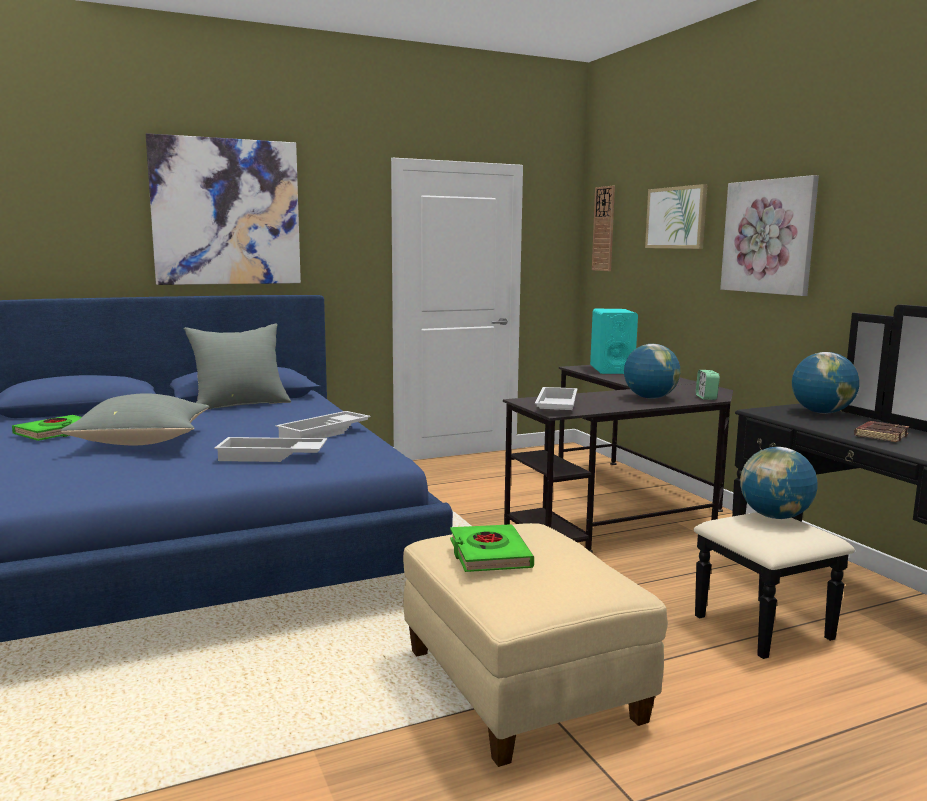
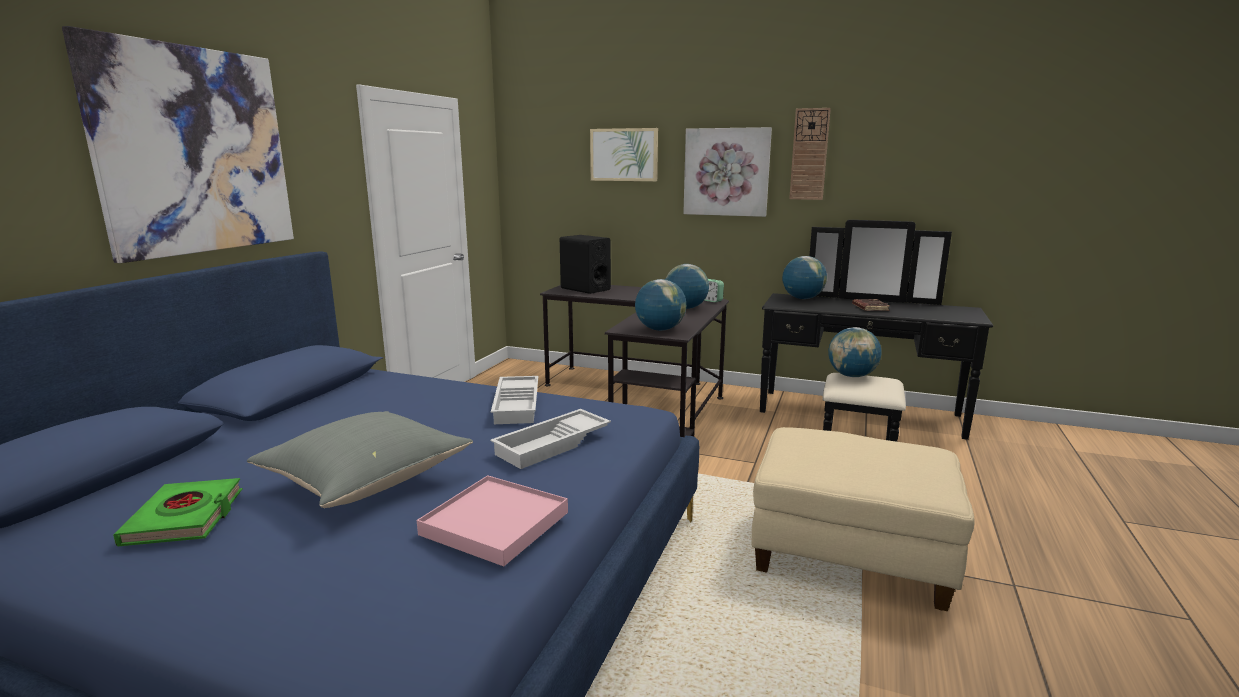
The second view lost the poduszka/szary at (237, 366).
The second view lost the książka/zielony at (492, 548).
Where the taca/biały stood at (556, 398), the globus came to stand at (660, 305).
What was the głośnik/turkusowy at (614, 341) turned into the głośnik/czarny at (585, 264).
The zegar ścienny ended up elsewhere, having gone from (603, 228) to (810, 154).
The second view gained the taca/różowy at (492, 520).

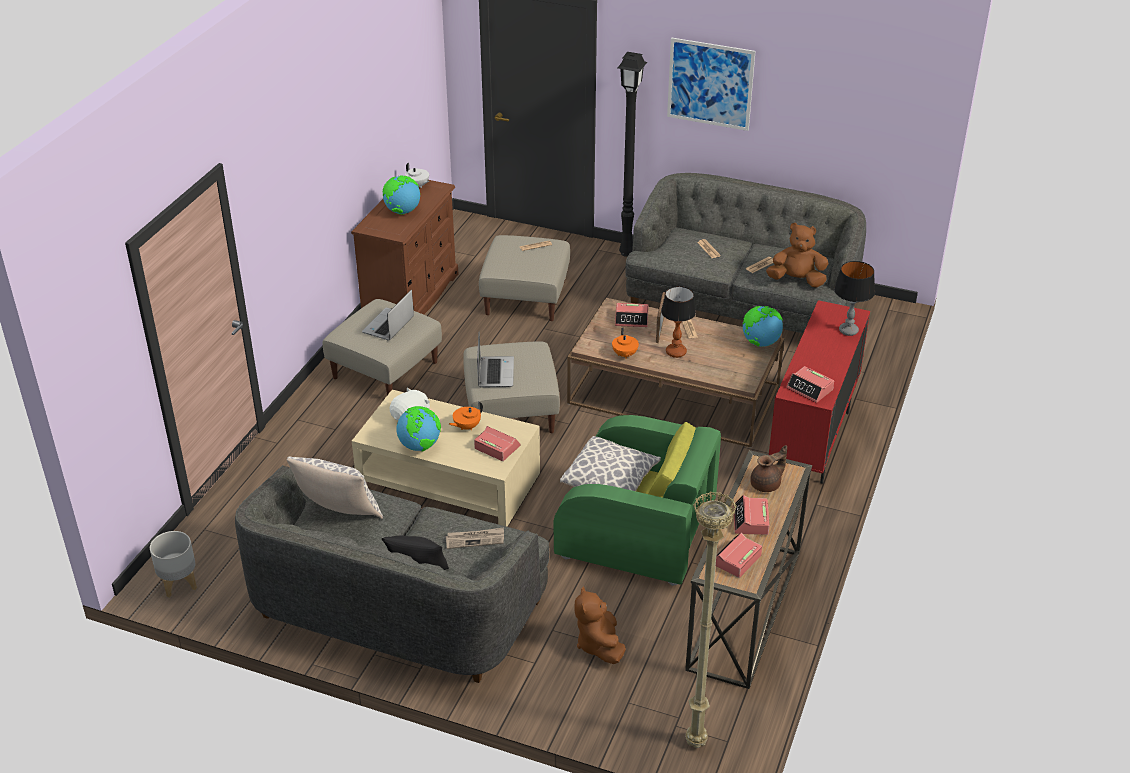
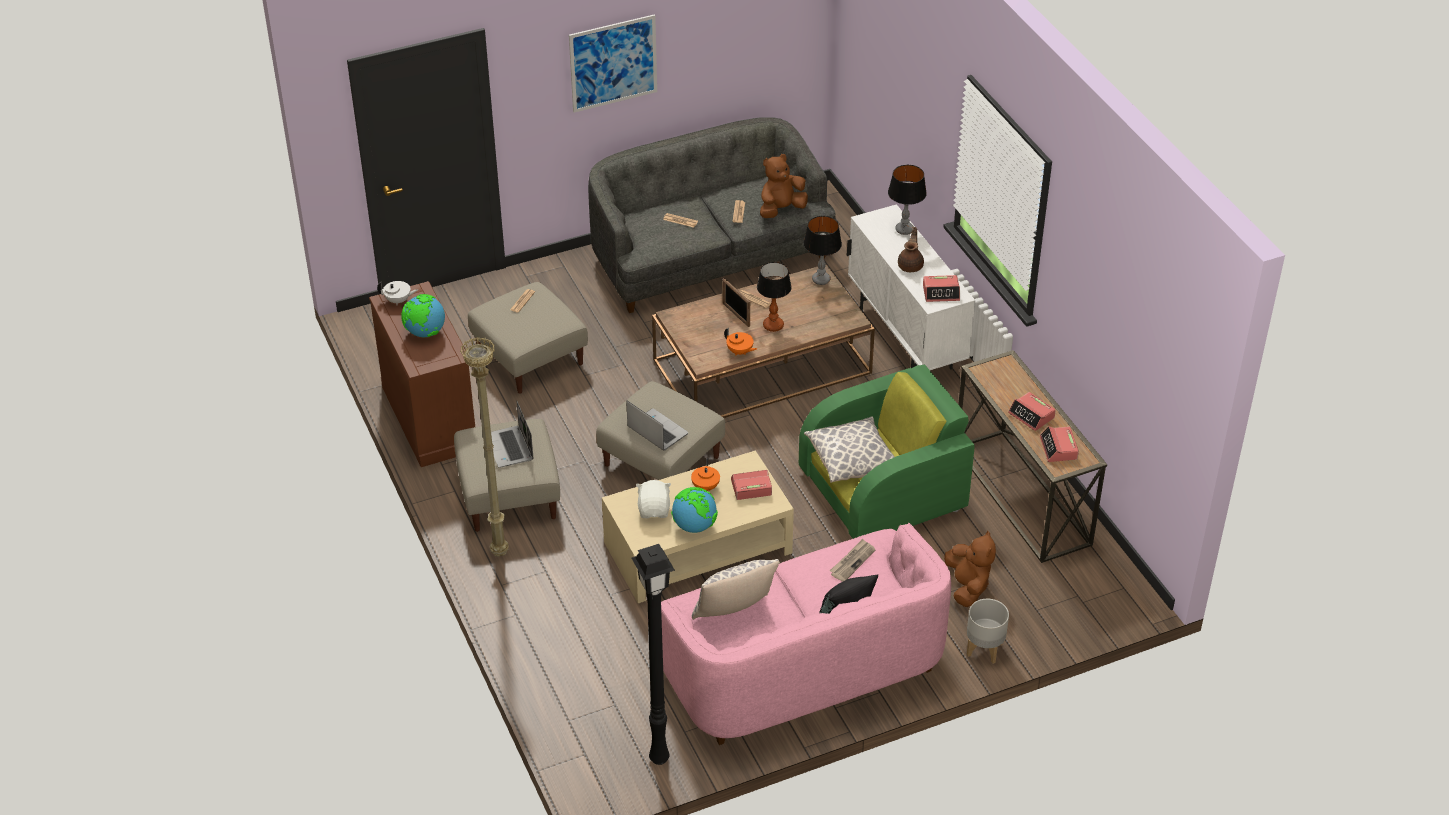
The donica/szary ended up elsewhere, having gone from (173, 564) to (987, 631).
What was the kanapa/szary at (392, 574) turned into the kanapa/różowy at (806, 634).
The pluszak/brązowy at (600, 625) ended up facing another way, 135 degrees counterclockwise from before.
The second view lost the budzik at (632, 315).
The lampa stojąca/czarny ended up elsewhere, having gone from (632, 154) to (653, 654).
The lampa stojąca/beżowy ended up elsewhere, having gone from (711, 619) to (484, 447).
Where the globus stood at (763, 326), the lampa stołowa came to stand at (822, 250).
The imbryk/brązowy ended up elsewhere, having gone from (768, 468) to (911, 249).
What was the szafka/czerwony at (819, 392) turned into the szafka/biały at (911, 287).

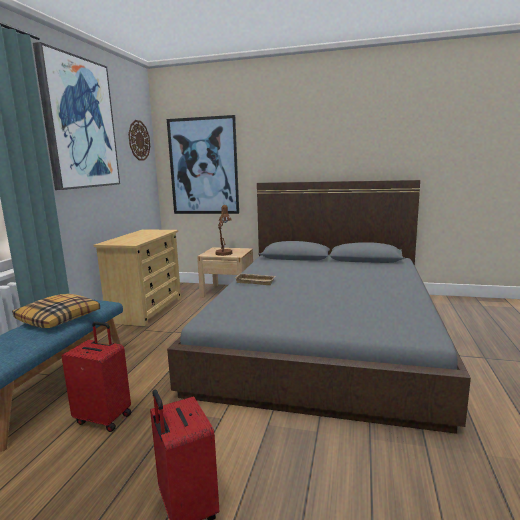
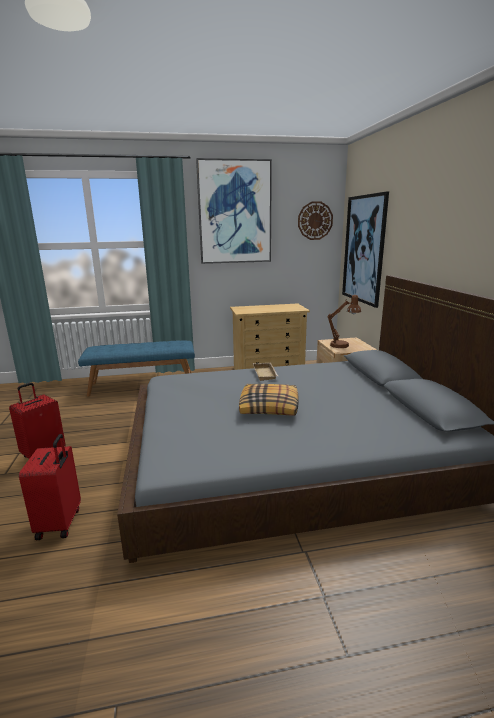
The poduszka ended up elsewhere, having gone from (56, 311) to (269, 400).
The walizka/czerwony ended up elsewhere, having gone from (96, 377) to (50, 487).

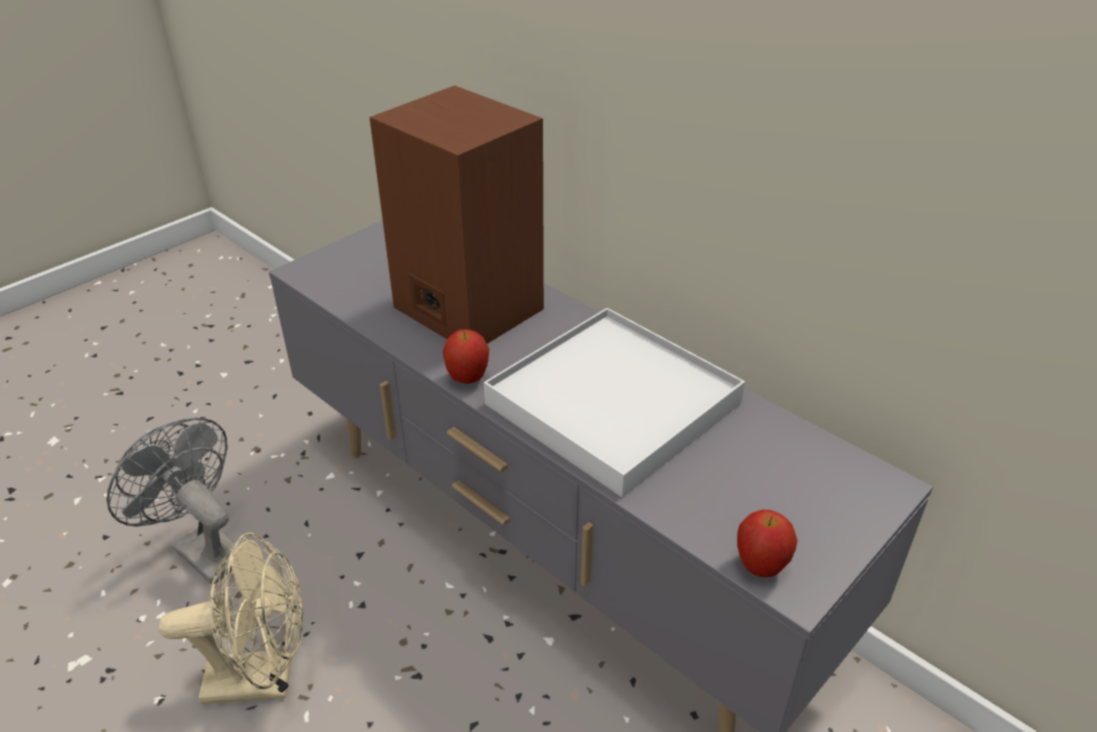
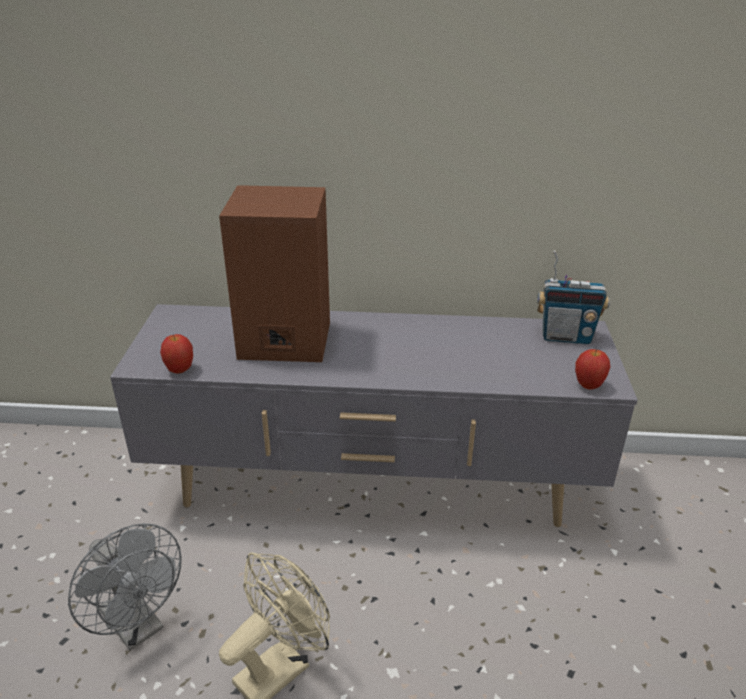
The wentylator/szary at (172, 501) ended up facing another way, 135 degrees counterclockwise from before.
The jabłko ended up elsewhere, having gone from (466, 356) to (176, 354).
The second view lost the taca/biały at (614, 402).
The second view gained the radio at (573, 297).

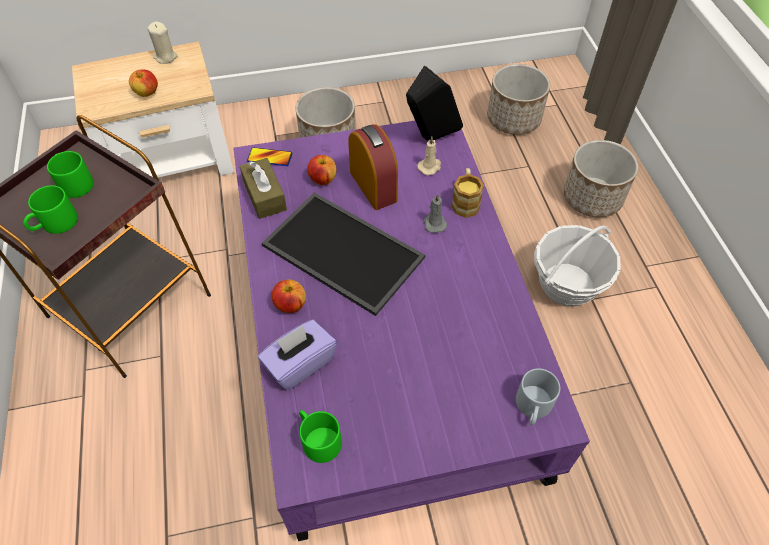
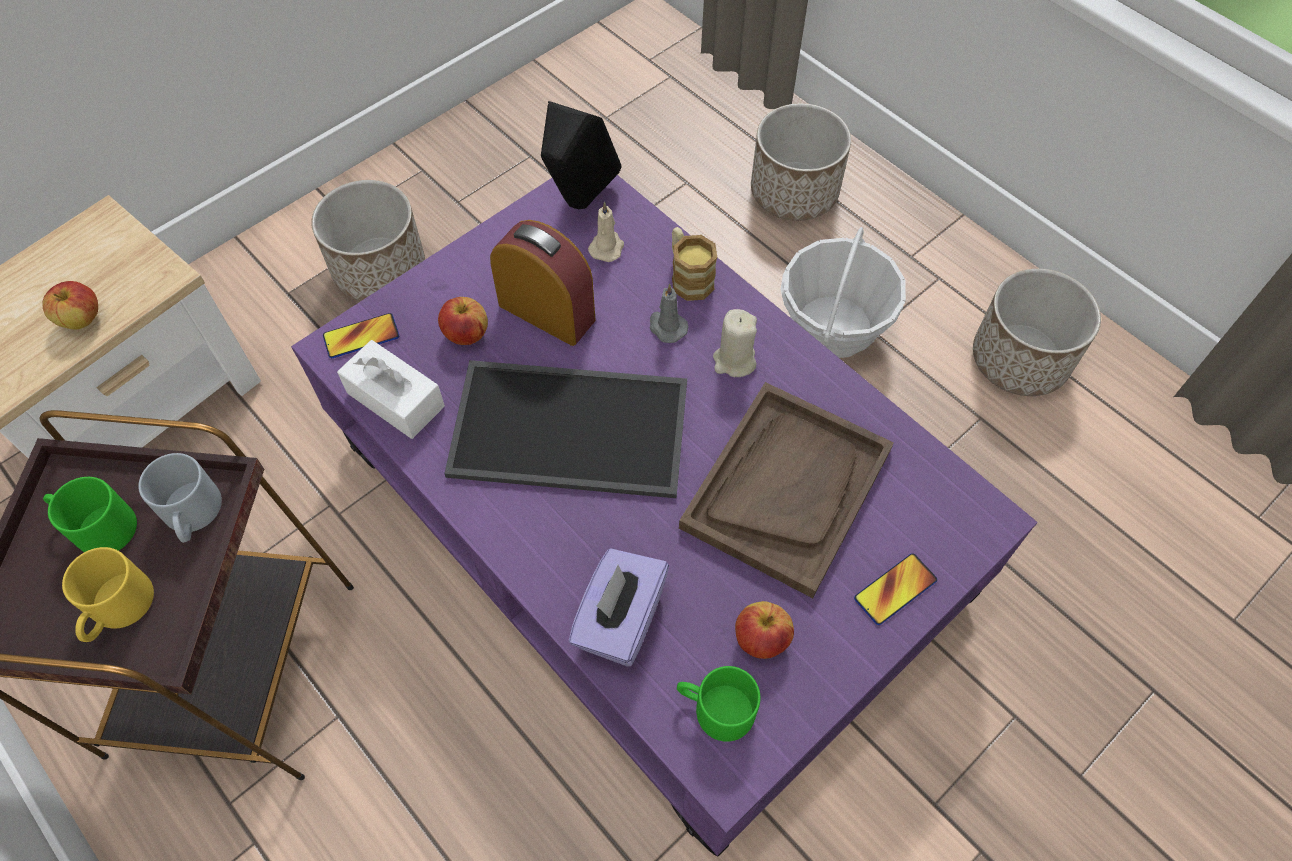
What was the kubek/zielony at (50, 209) turned into the kubek/żółty at (108, 594).
The świeca/beżowy ended up elsewhere, having gone from (162, 43) to (735, 343).
What was the pudełko chusteczek/brązowy at (263, 188) turned into the pudełko chusteczek/biały at (391, 389).
The jabłko ended up elsewhere, having gone from (288, 296) to (764, 630).
The donica ended up elsewhere, having gone from (518, 99) to (1037, 332).
The kubek/szary ended up elsewhere, having gone from (538, 396) to (180, 498).
The second view gained the taca/brązowy at (786, 490).
The second view gained the telefon at (895, 589).

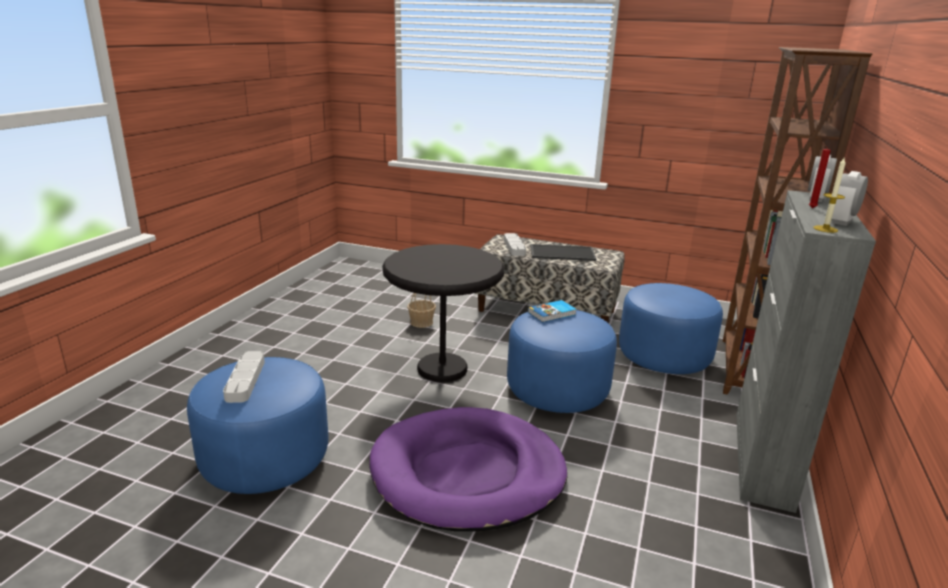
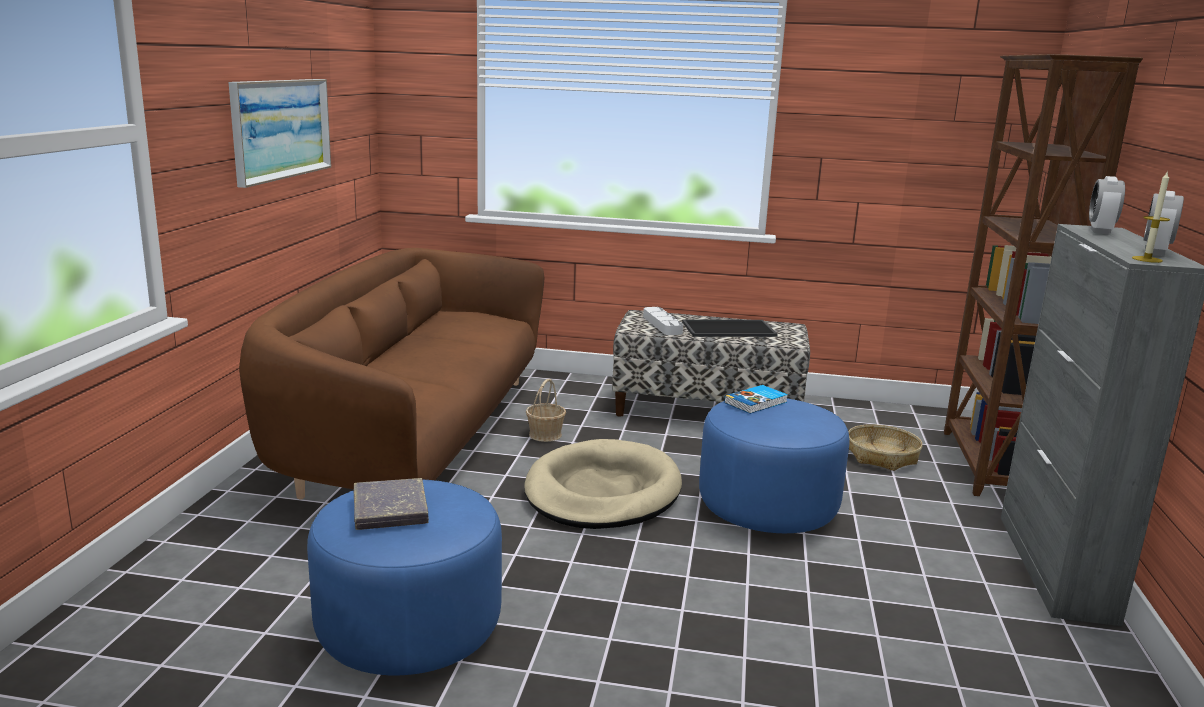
Where the taca/szary stood at (244, 377), the książka/szary came to stand at (391, 504).
The second view lost the legowisko/fioletowy at (468, 469).
Where the stolik/czarny stood at (443, 313), the legowisko/beżowy came to stand at (603, 484).
Where the pufa/niebieski stood at (671, 328), the koszyk came to stand at (885, 447).
The second view lost the świeca/czerwony at (820, 175).
The second view gained the obraz at (279, 133).
The second view gained the kanapa/brązowy at (392, 373).

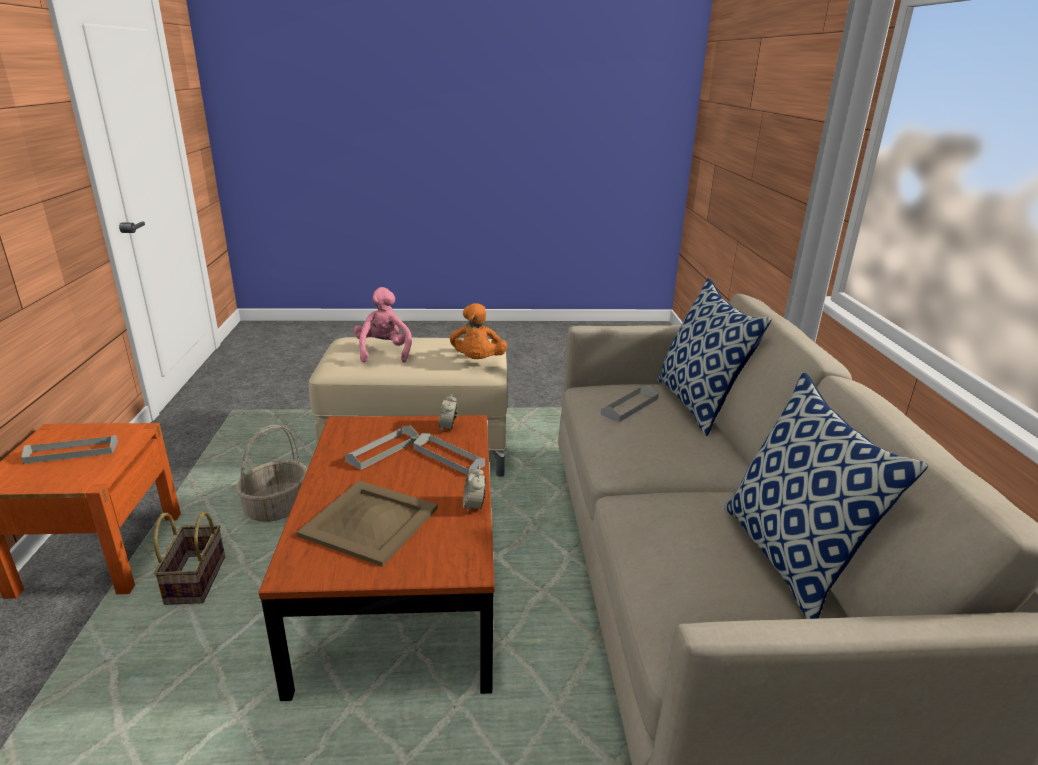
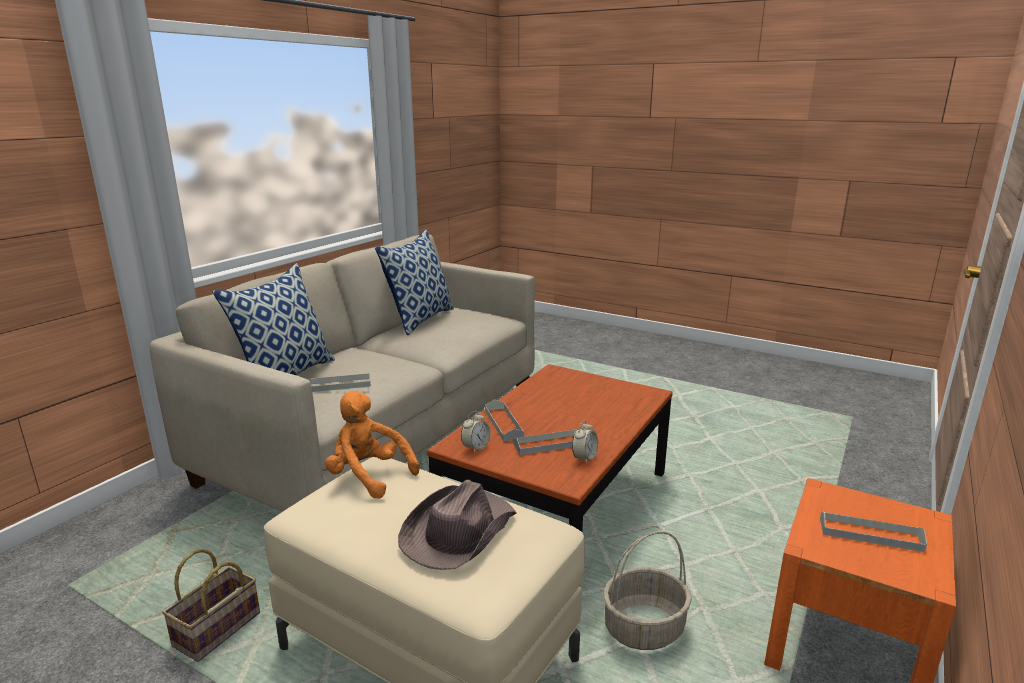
The koszyk ended up elsewhere, having gone from (189, 558) to (211, 605).
The second view lost the taca/beżowy at (367, 524).
Where the pluszak/różowy stood at (383, 325), the kapelusz/brązowy came to stand at (457, 525).
The pluszak/pomarańczowy at (478, 331) ended up facing another way, 90 degrees counterclockwise from before.
The budzik ended up elsewhere, having gone from (474, 488) to (585, 442).

